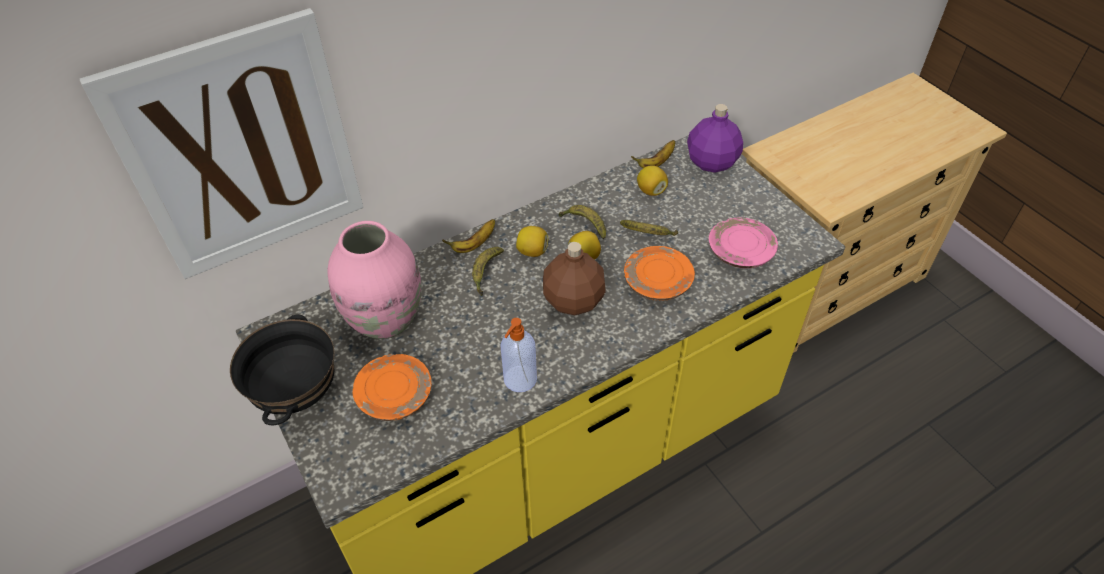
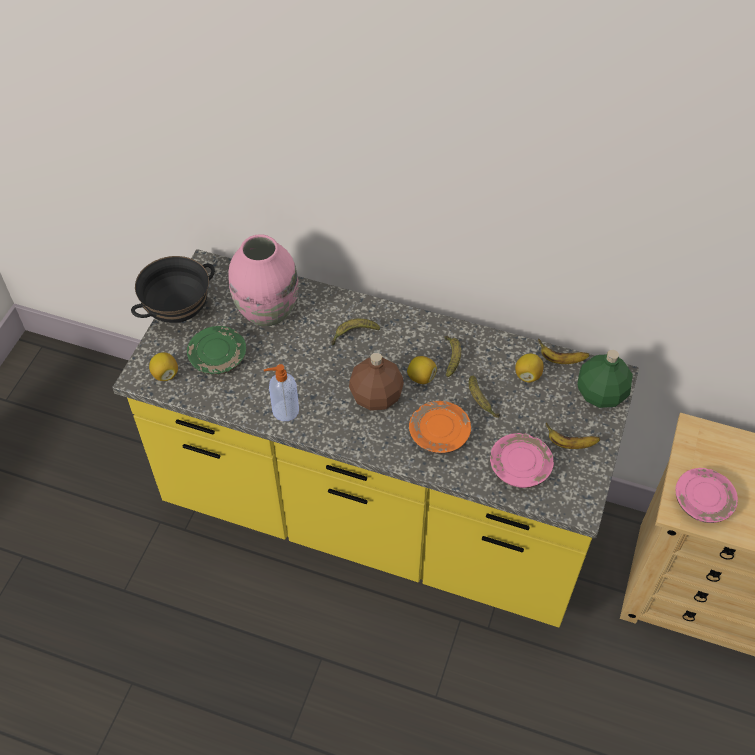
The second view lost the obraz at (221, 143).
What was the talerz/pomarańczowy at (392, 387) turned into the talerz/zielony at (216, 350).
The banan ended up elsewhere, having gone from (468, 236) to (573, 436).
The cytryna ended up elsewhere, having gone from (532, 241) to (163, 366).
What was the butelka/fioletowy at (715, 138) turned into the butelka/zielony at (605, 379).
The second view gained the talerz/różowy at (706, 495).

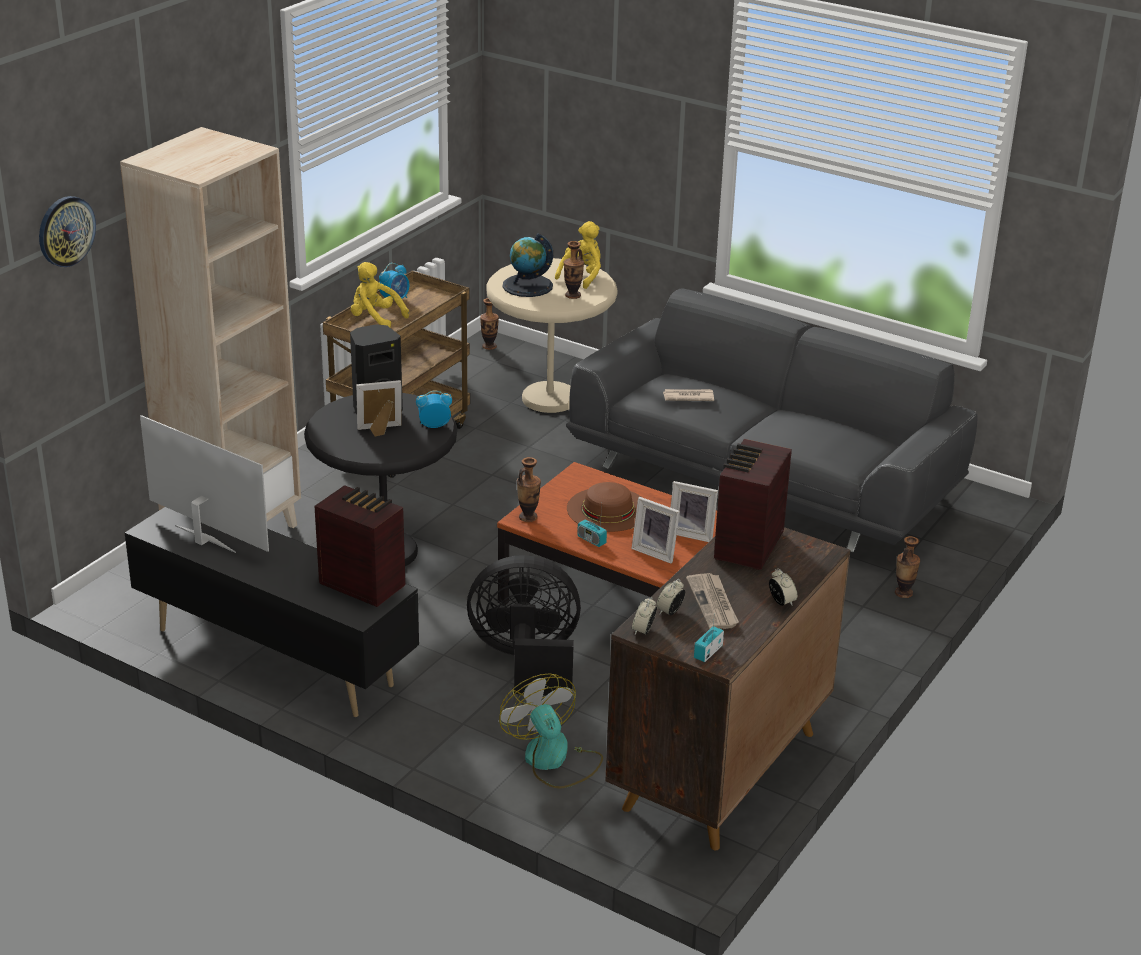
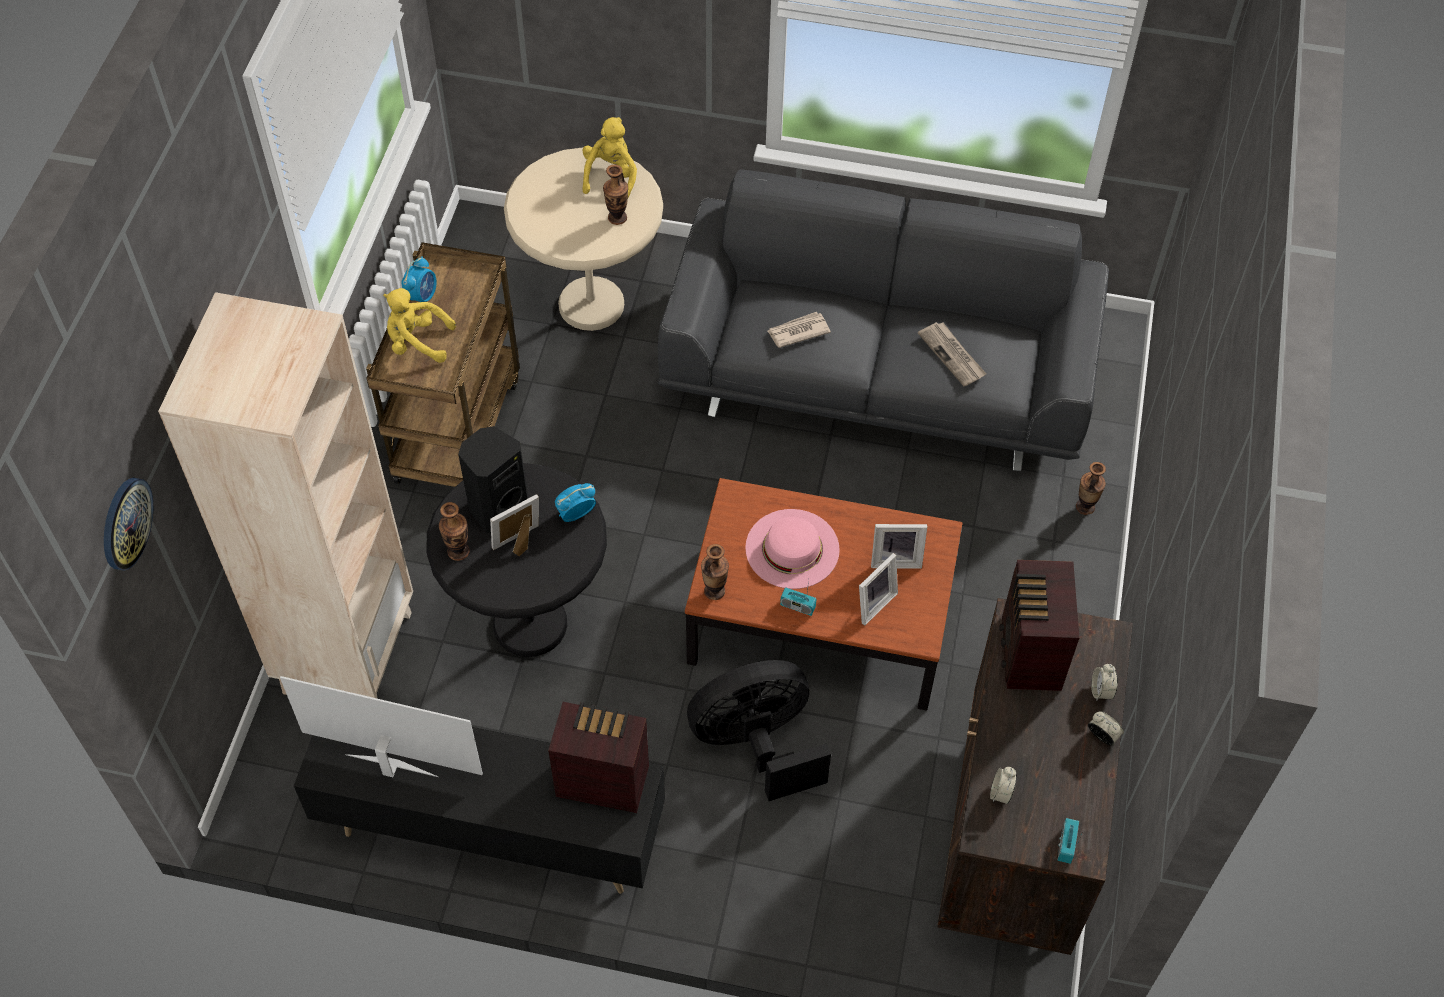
The wazon ended up elsewhere, having gone from (489, 324) to (454, 531).
The second view lost the wentylator at (551, 731).
The second view lost the globus at (527, 265).
What was the kapelusz/brązowy at (605, 507) turned into the kapelusz/różowy at (792, 549).
The ramka na zdjęcie at (655, 530) ended up facing another way, 60 degrees counterclockwise from before.
The budzik ended up elsewhere, having gone from (644, 616) to (1104, 682).
The gazeta ended up elsewhere, having gone from (712, 601) to (952, 354).

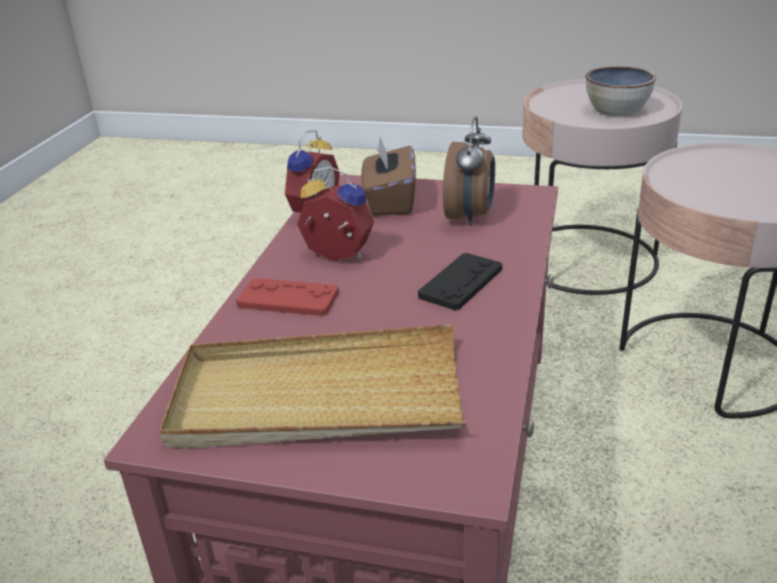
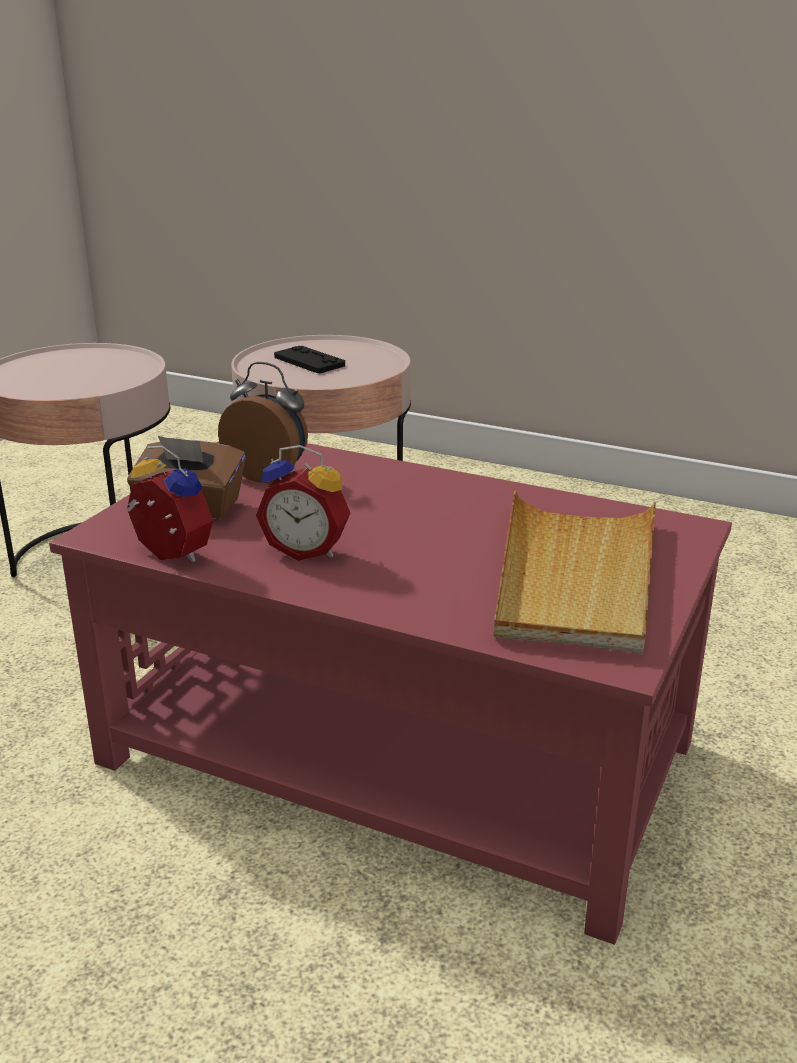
The second view lost the pad do gier/czerwony at (287, 297).
The budzik at (335, 214) ended up facing another way, 105 degrees counterclockwise from before.
The pad do gier/czarny ended up elsewhere, having gone from (460, 281) to (309, 359).
The second view lost the miska at (621, 91).

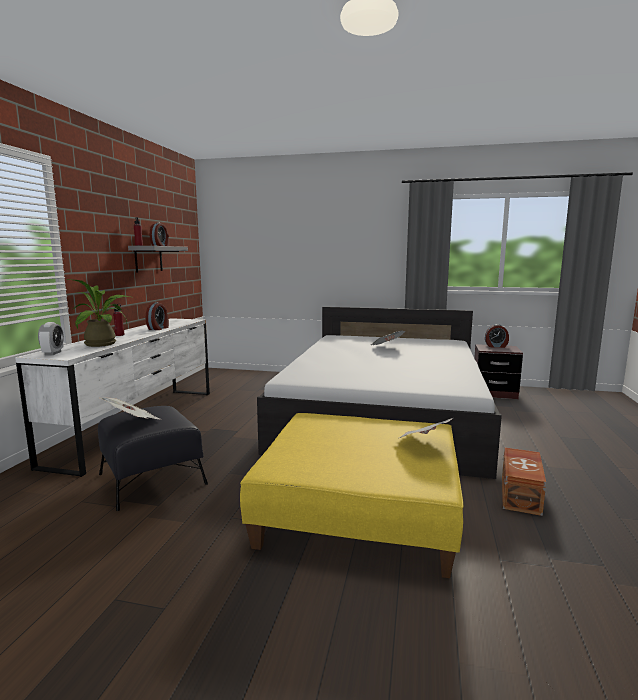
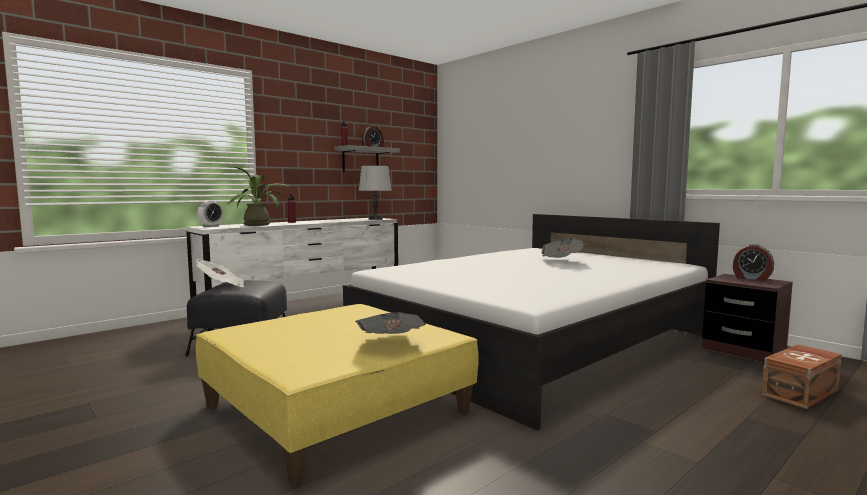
The second view lost the budzik at (157, 316).
The pojemnik do przechowywania/brązowy ended up elsewhere, having gone from (524, 481) to (802, 376).
The second view gained the lampa stołowa/szary at (375, 193).

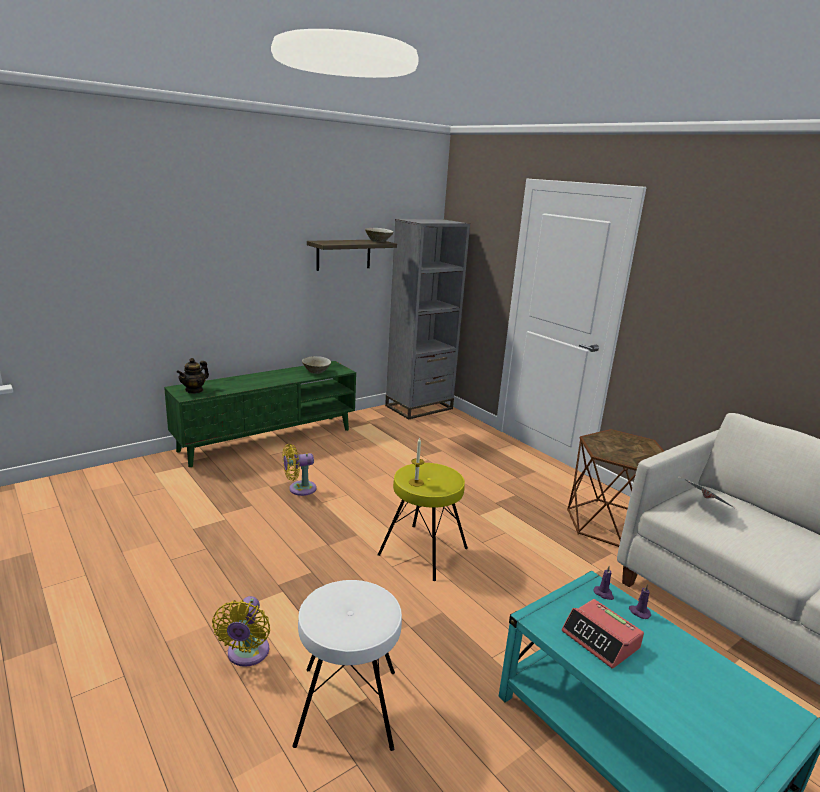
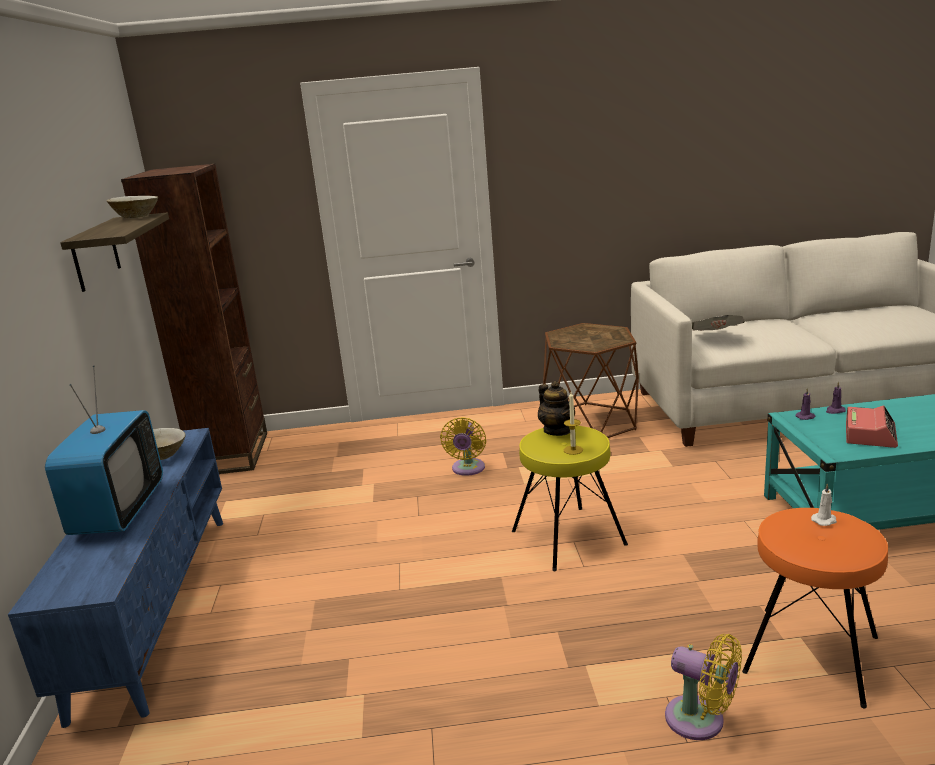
What was the szafka pod telewizor/zielony at (260, 414) turned into the szafka pod telewizor/niebieski at (115, 578).
The imbryk ended up elsewhere, having gone from (193, 376) to (556, 408).
The wentylator/żółty ended up elsewhere, having gone from (299, 470) to (463, 446).
What was the stołek/biały at (347, 665) turned into the stołek/pomarańczowy at (815, 608).
What was the regał/szary at (427, 319) turned into the regał/brązowy at (194, 319).
The budzik at (603, 634) ended up facing another way, 60 degrees counterclockwise from before.
The second view gained the telewizor at (104, 450).
The second view gained the świeca/biały at (824, 504).

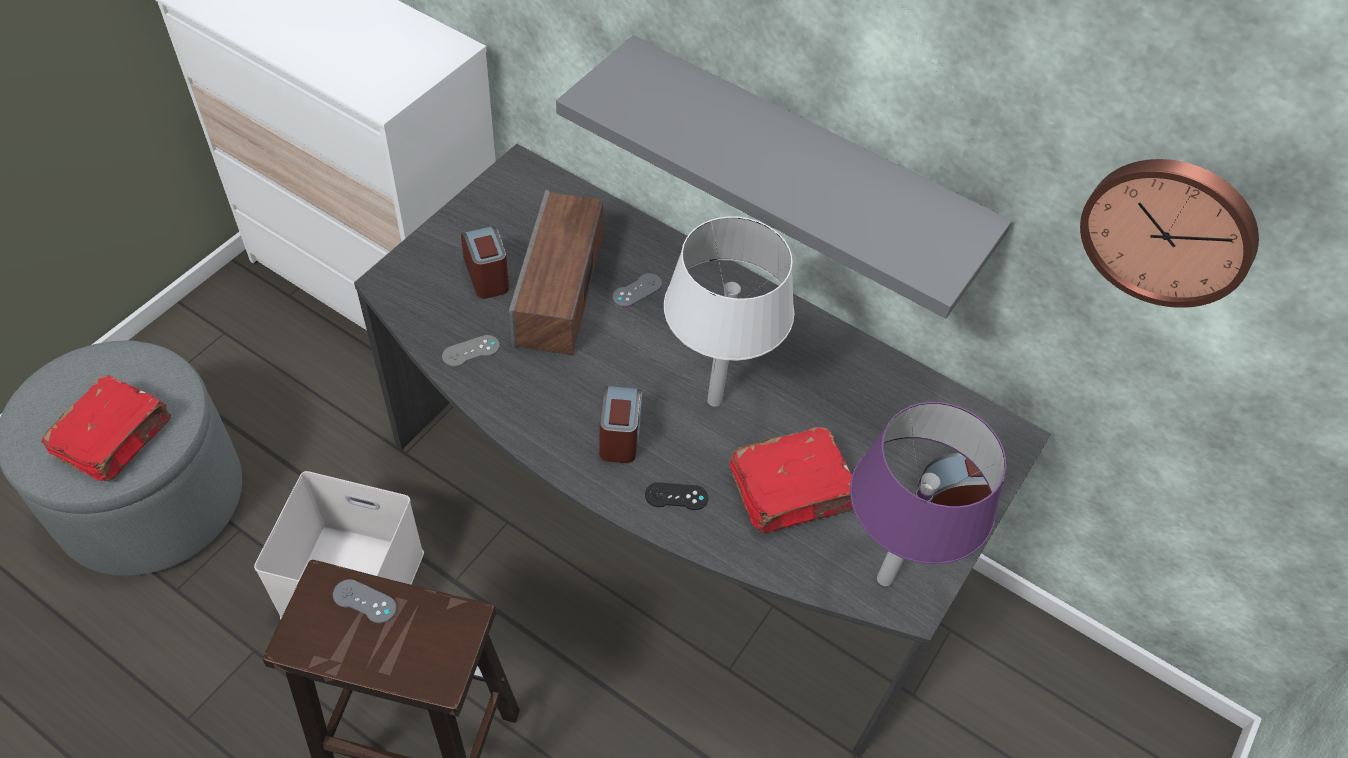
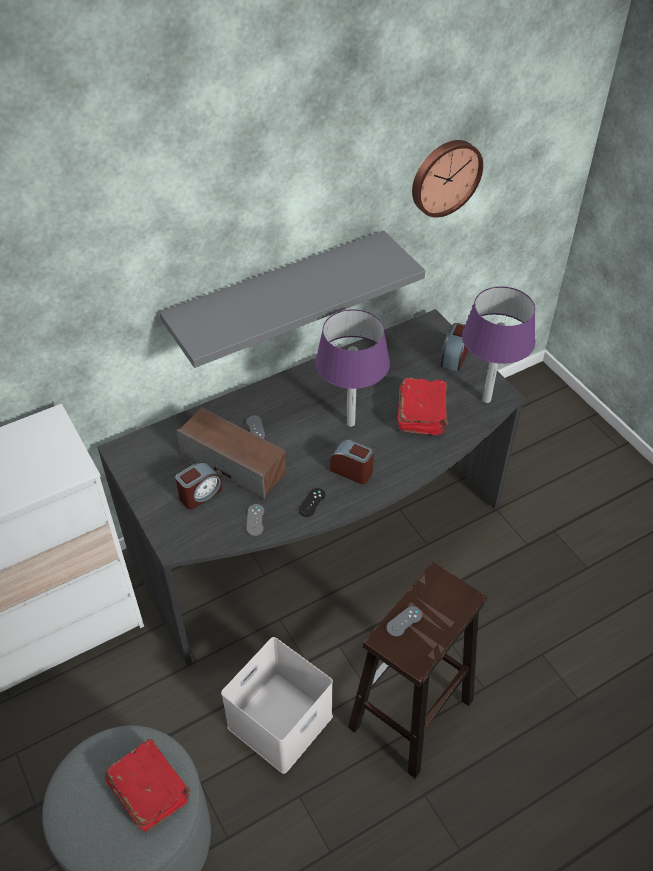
The budzik at (485, 262) ended up facing another way, 135 degrees clockwise from before.
The pad do gier/czarny ended up elsewhere, having gone from (676, 496) to (311, 502).
What was the lampa stołowa/biały at (729, 311) turned into the lampa stołowa/fioletowy at (352, 368).

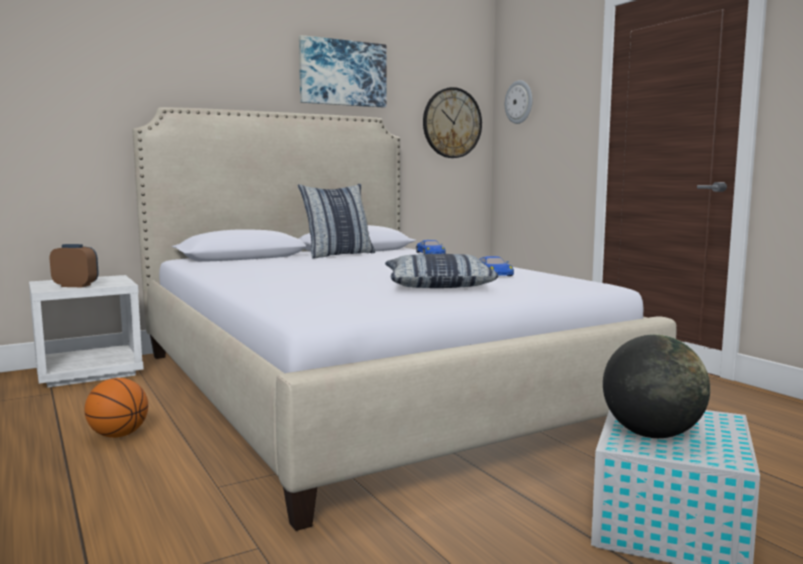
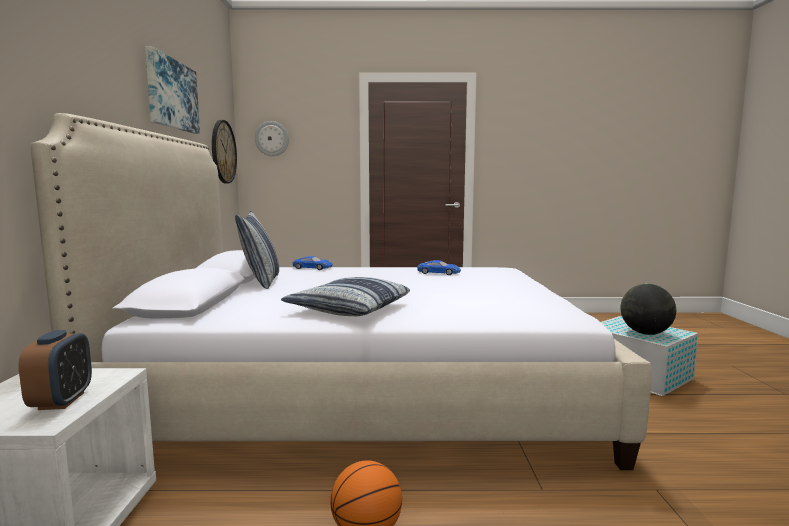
The budzik at (74, 265) ended up facing another way, 135 degrees clockwise from before.
The poduszka ended up elsewhere, having gone from (442, 271) to (345, 296).

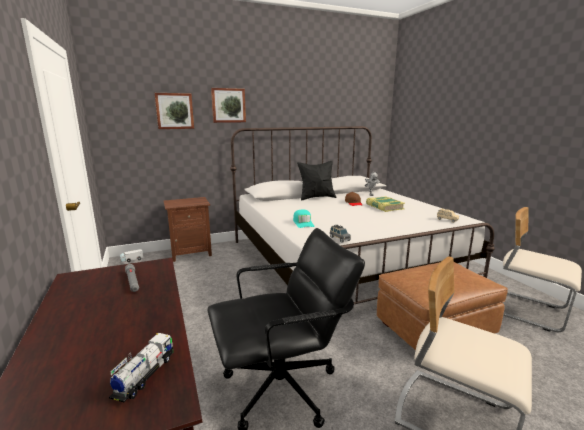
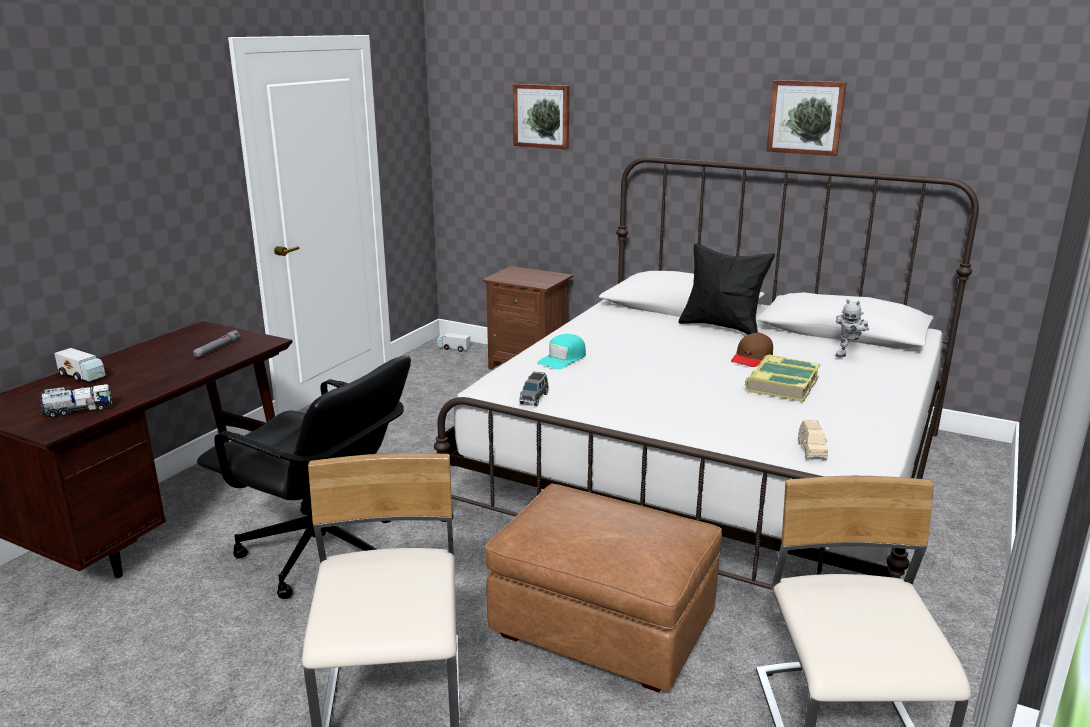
The obraz ended up elsewhere, having gone from (228, 105) to (806, 118).
The second view gained the ciężarówka zabawkowa at (80, 365).

